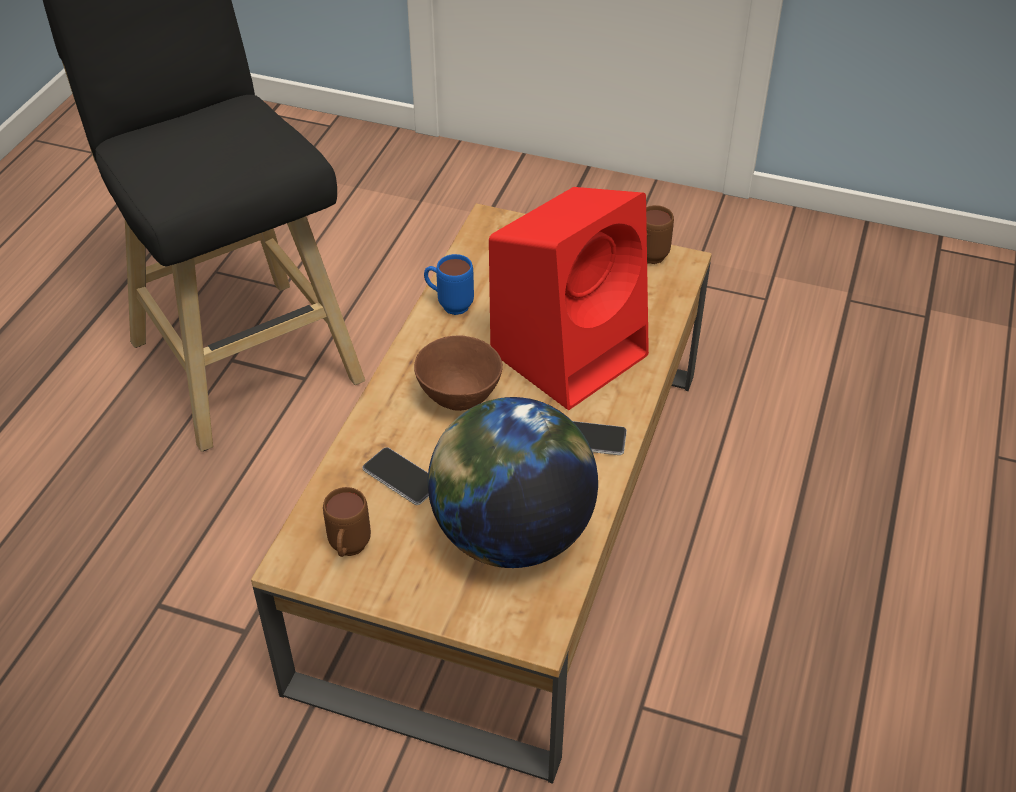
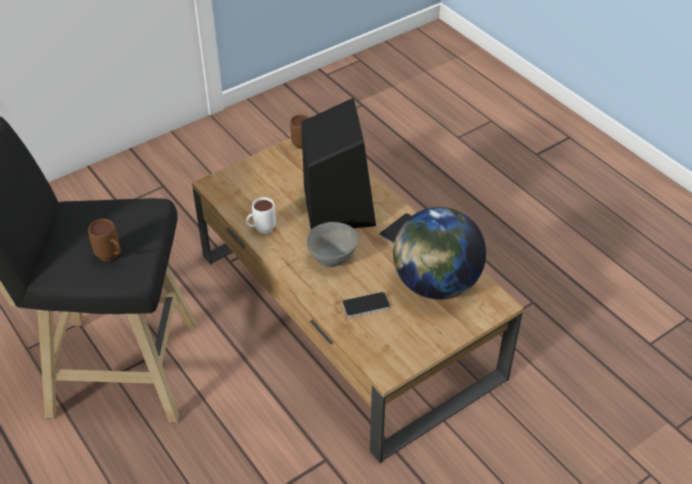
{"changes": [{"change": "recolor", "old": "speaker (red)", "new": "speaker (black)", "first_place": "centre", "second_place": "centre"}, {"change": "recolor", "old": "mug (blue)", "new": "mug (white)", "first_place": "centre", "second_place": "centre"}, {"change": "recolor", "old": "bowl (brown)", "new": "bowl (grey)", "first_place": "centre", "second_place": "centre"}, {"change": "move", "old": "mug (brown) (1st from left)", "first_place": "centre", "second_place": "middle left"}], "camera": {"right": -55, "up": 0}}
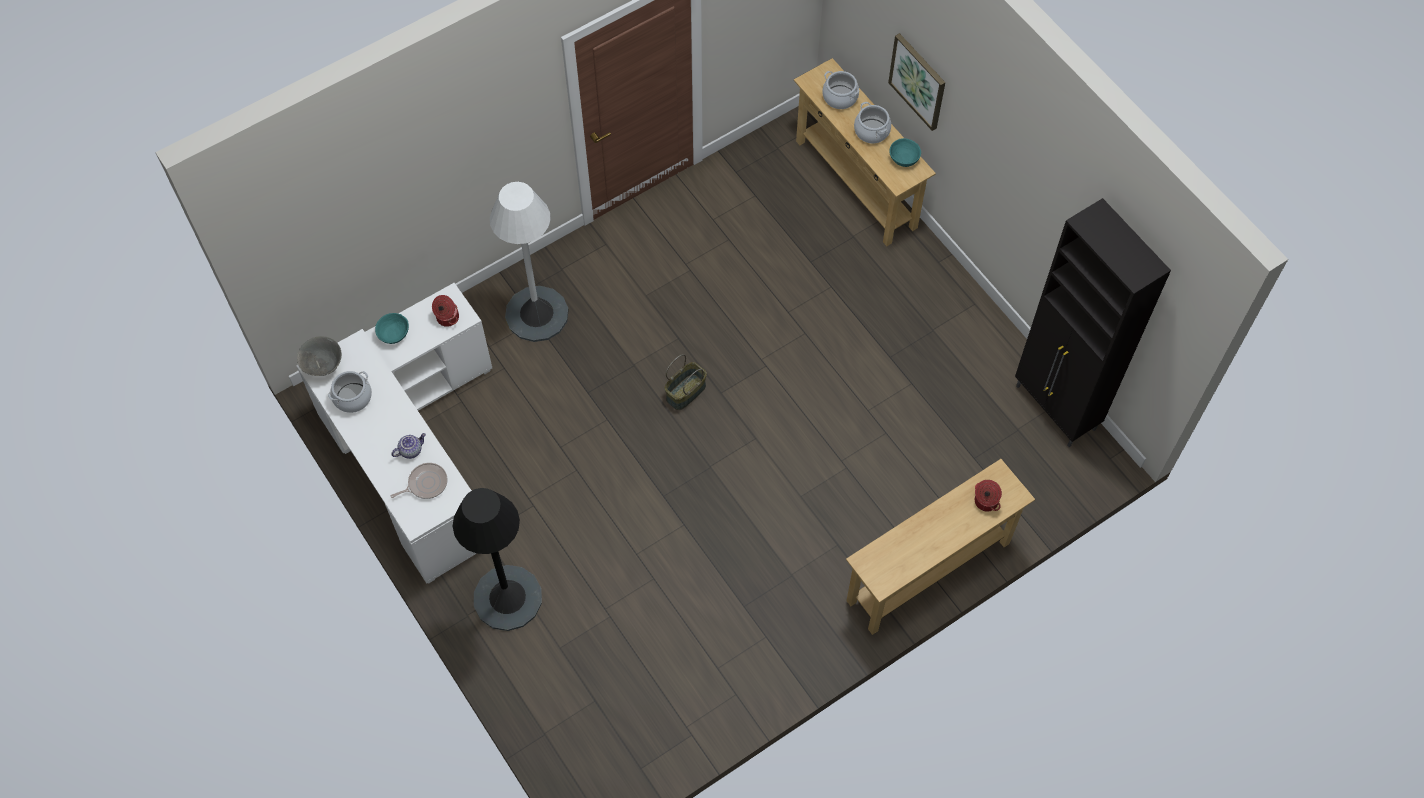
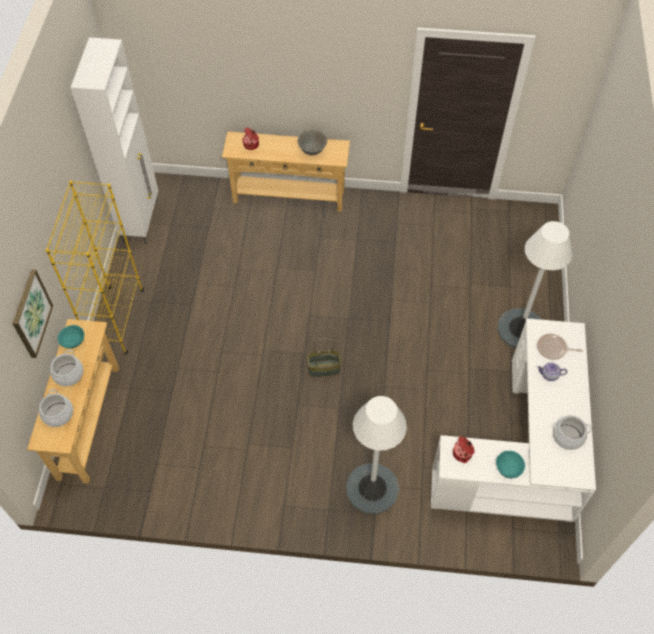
{"changes": [{"change": "recolor", "old": "cabinet (black)", "new": "cabinet (white)", "first_place": "middle right", "second_place": "top left"}, {"change": "move", "old": "bowl (grey)", "first_place": "middle left", "second_place": "top centre"}, {"change": "recolor", "old": "floor lamp (black)", "new": "floor lamp (white) (2nd from left)", "first_place": "bottom centre", "second_place": "middle right"}, {"change": "insert", "new": "bookcase (yellow)", "second_place": "middle left"}], "camera": {"right": -140, "up": -5}}
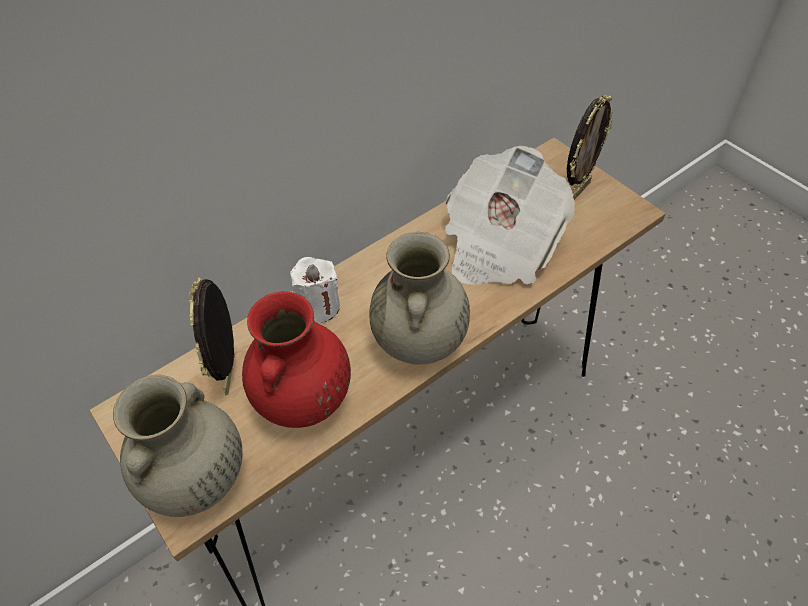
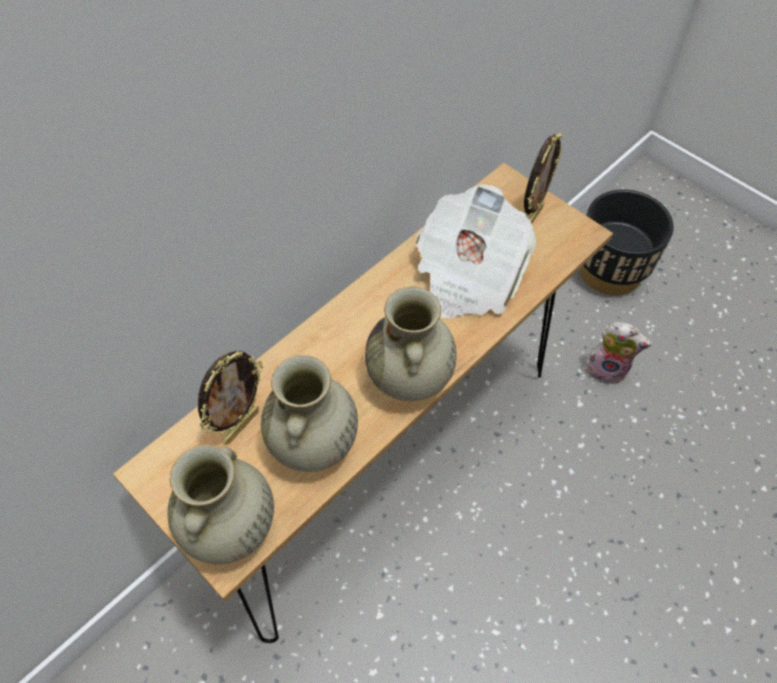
{"changes": [{"change": "delete", "old": "candle (white)", "first_place": "centre"}, {"change": "rotate", "old": "picture frame (1st from left)", "first_place": "middle left", "second_place": "middle left", "degrees": -135}, {"change": "recolor", "old": "vase (red)", "new": "vase (beige) (2nd from left)", "first_place": "centre", "second_place": "centre"}, {"change": "insert", "new": "planter (black)", "second_place": "middle right"}, {"change": "insert", "new": "plush toy", "second_place": "middle right"}], "camera": {"right": -10, "up": 5}}
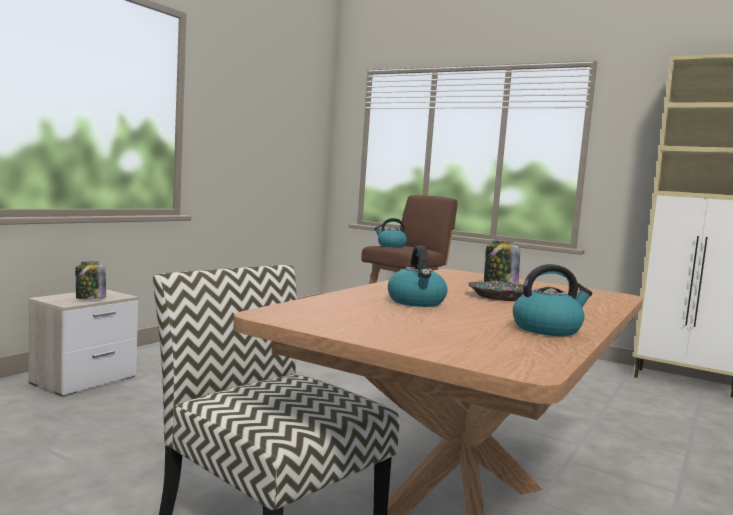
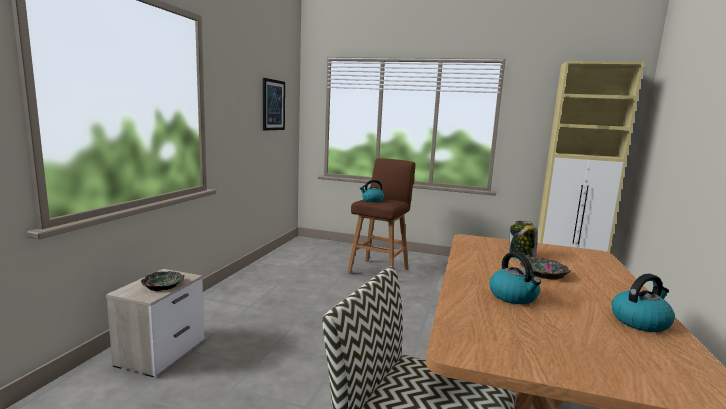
{"changes": [{"change": "replace", "old": "jar (1st from left)", "new": "bowl (1st from left)", "first_place": "middle left", "second_place": "bottom left"}, {"change": "insert", "new": "picture", "second_place": "top centre"}], "camera": {"right": -15, "up": 5}}
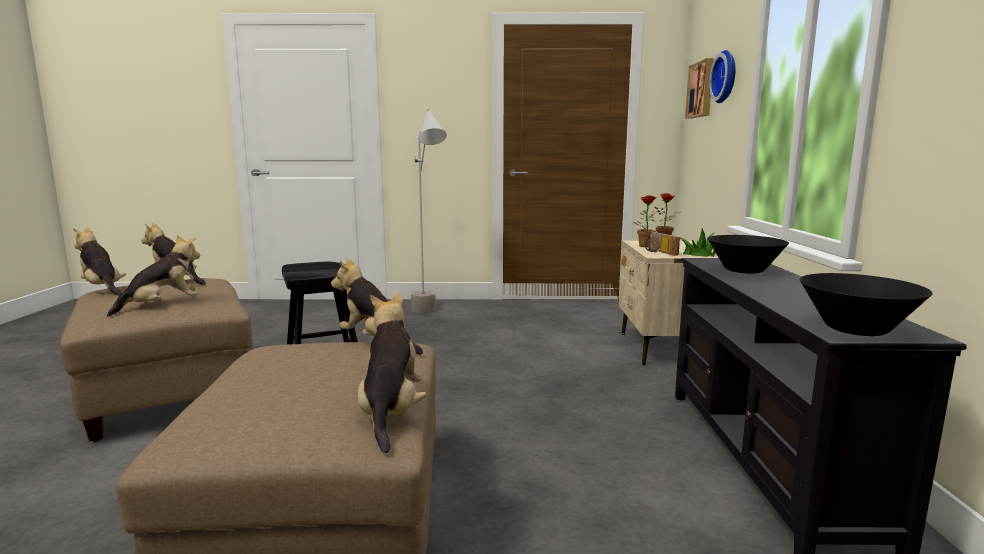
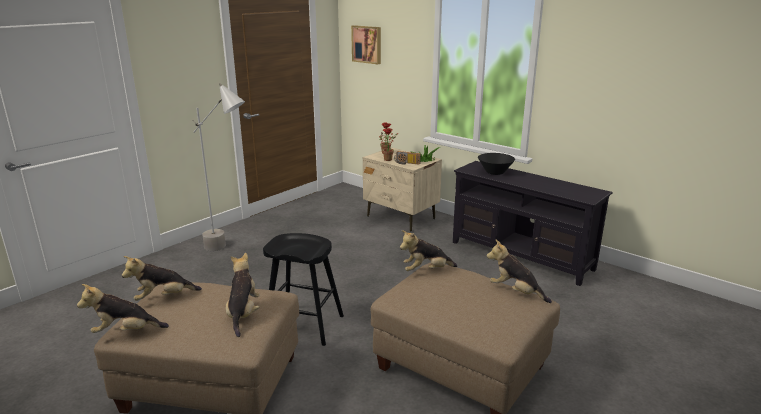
{"changes": [{"change": "delete", "old": "wall clock", "first_place": "top right"}, {"change": "delete", "old": "bowl (black) (2nd from left)", "first_place": "middle right"}], "camera": {"right": -50, "up": 10}}
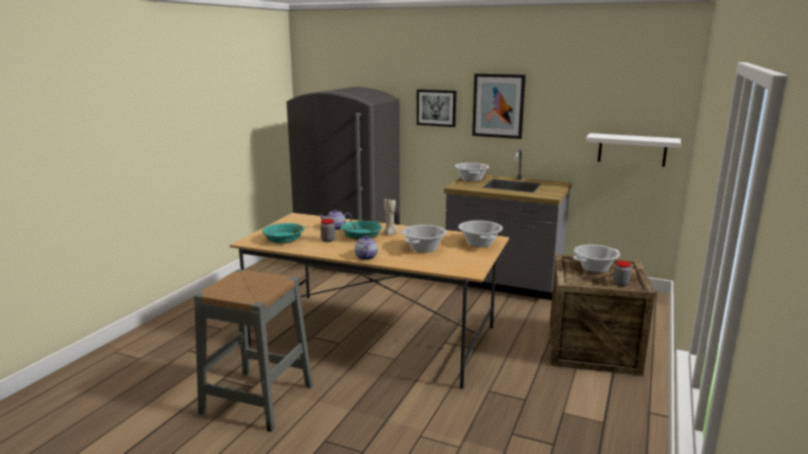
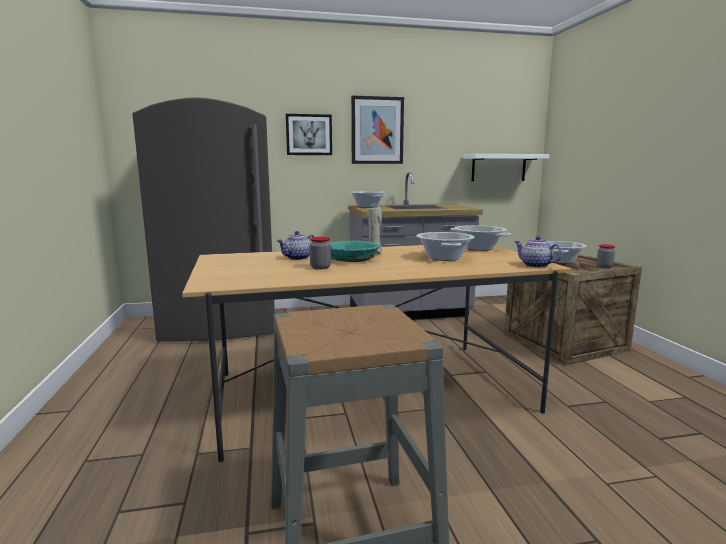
{"changes": [{"change": "delete", "old": "bowl (turquoise) (1st from left)", "first_place": "centre"}, {"change": "move", "old": "teapot (2nd from left)", "first_place": "centre", "second_place": "middle right"}], "camera": {"right": -35, "up": -5}}
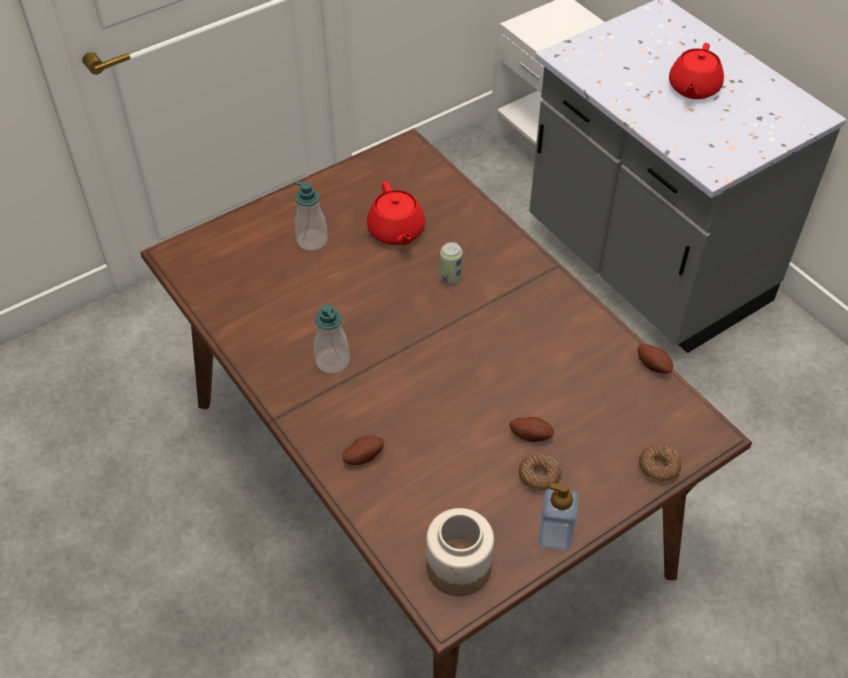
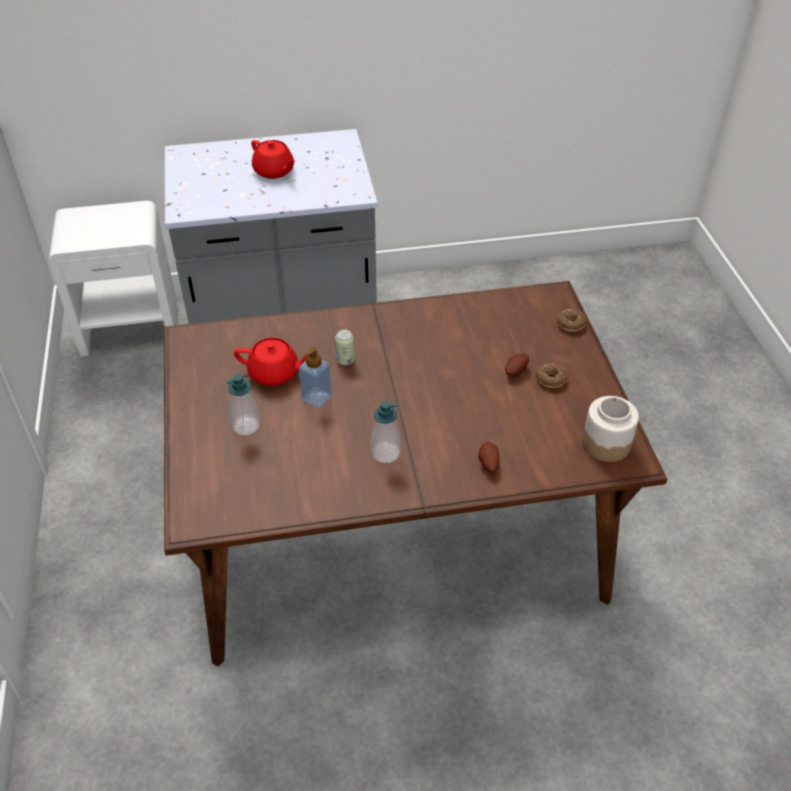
{"changes": [{"change": "delete", "old": "potato (3rd from left)", "first_place": "middle right"}, {"change": "move", "old": "soap dispenser (3rd from left in the first image)", "new": "soap dispenser (2nd from left)", "first_place": "bottom centre", "second_place": "centre"}], "camera": {"right": -65, "up": -5}}
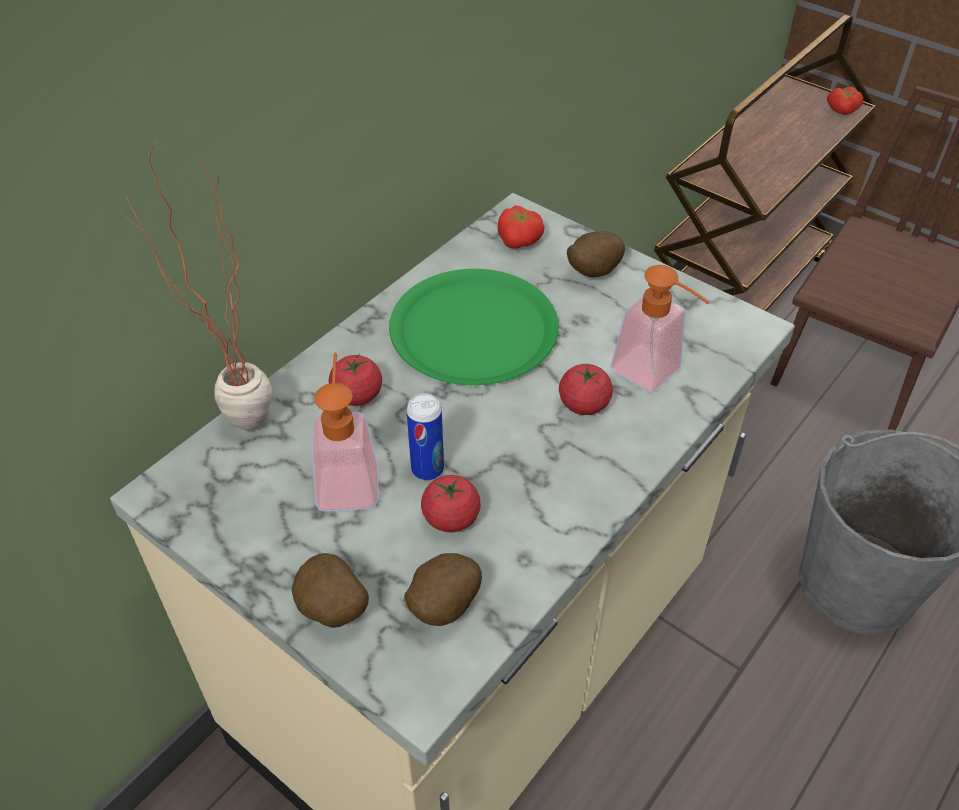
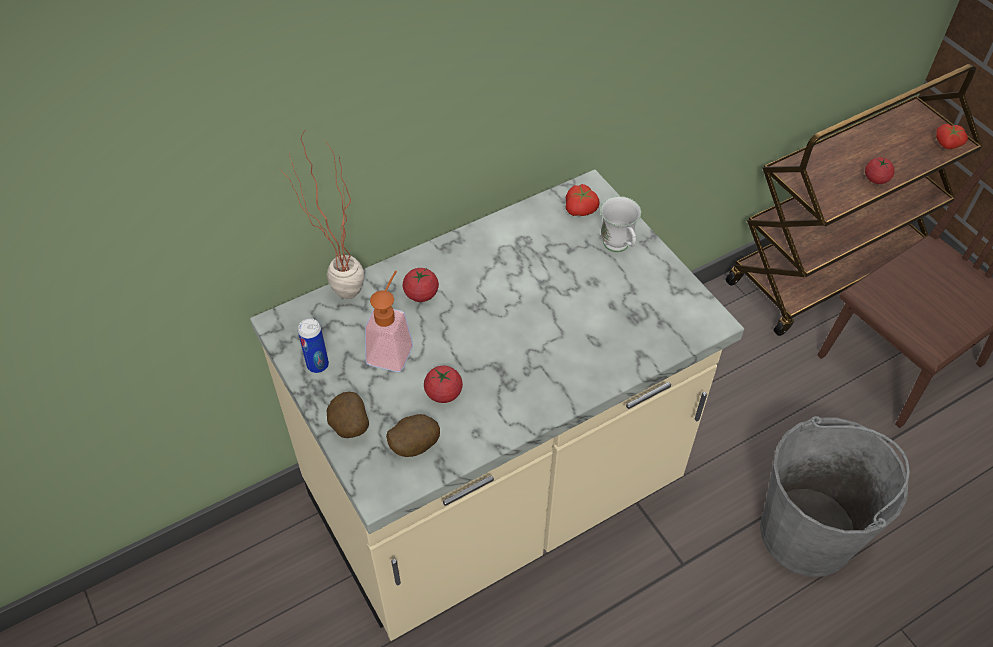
{"changes": [{"change": "replace", "old": "potato (3rd from left)", "new": "mug (white)", "first_place": "top centre", "second_place": "centre"}, {"change": "delete", "old": "soap dispenser (2nd from left)", "first_place": "middle right"}, {"change": "delete", "old": "plate (green)", "first_place": "centre"}, {"change": "move", "old": "tomato (4th from left)", "first_place": "centre", "second_place": "top right"}, {"change": "move", "old": "can", "first_place": "centre", "second_place": "middle left"}], "camera": {"right": 20, "up": 5}}
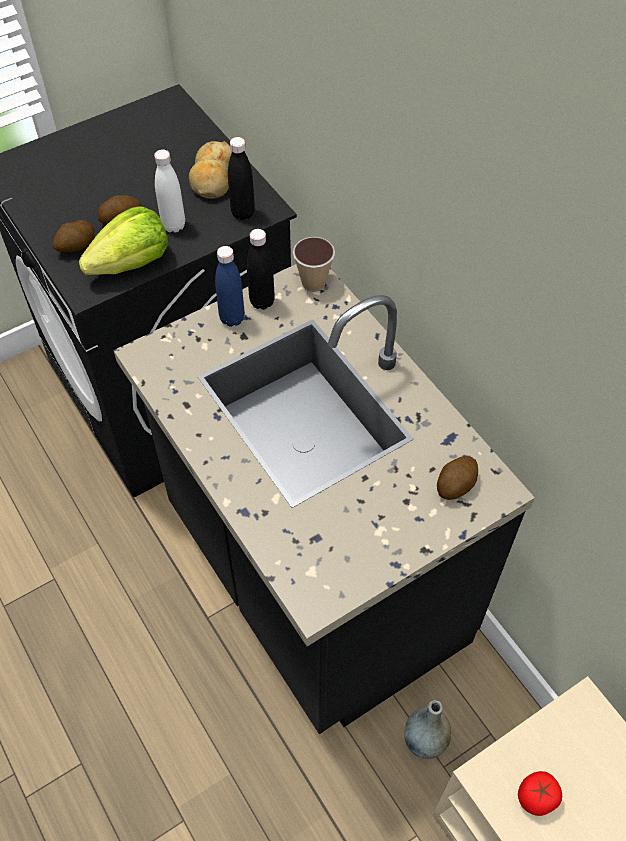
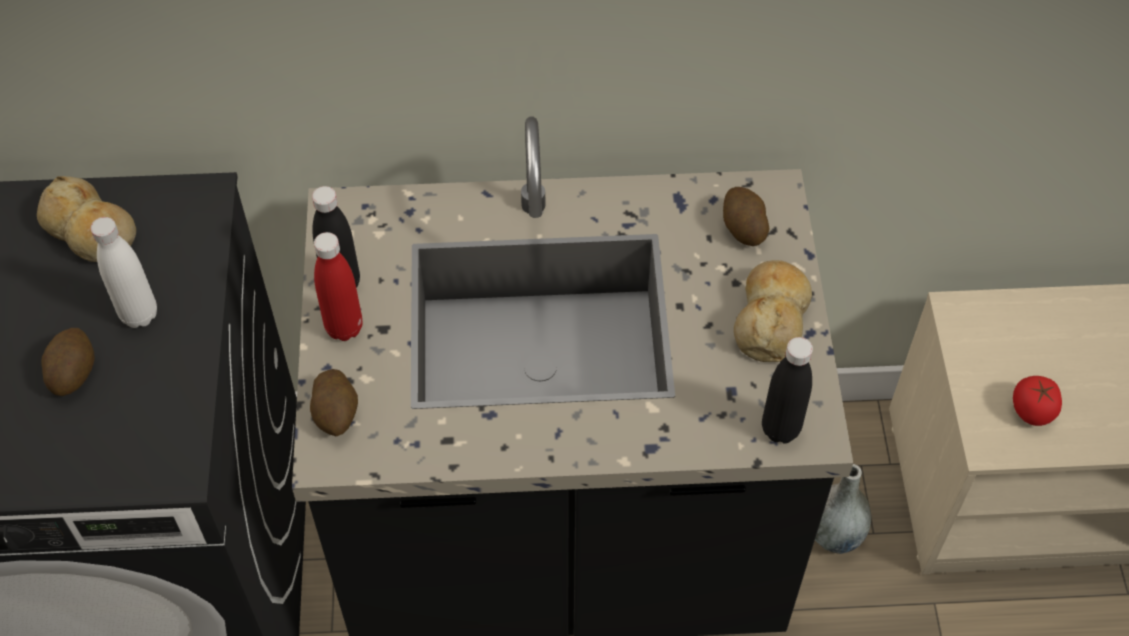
{"changes": [{"change": "move", "old": "bottle (black) (1st from left in the first image)", "new": "bottle (black) (2nd from left)", "first_place": "top centre", "second_place": "middle right"}, {"change": "delete", "old": "lettuce", "first_place": "top left"}, {"change": "move", "old": "potato (1st from left in the first image)", "new": "potato (2nd from left)", "first_place": "top left", "second_place": "middle left"}, {"change": "delete", "old": "cup", "first_place": "top centre"}, {"change": "recolor", "old": "bottle (blue)", "new": "bottle (red)", "first_place": "centre", "second_place": "middle left"}, {"change": "insert", "new": "bread (2nd from left)", "second_place": "middle right"}], "camera": {"right": -60, "up": 0}}
